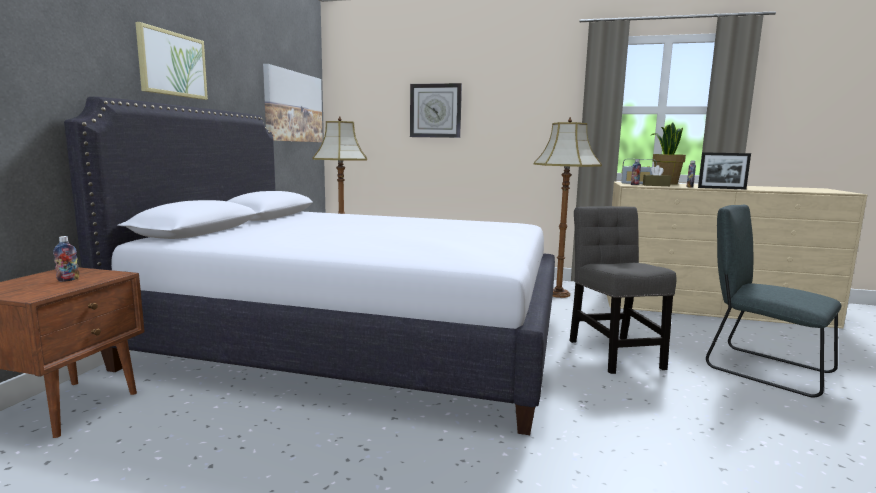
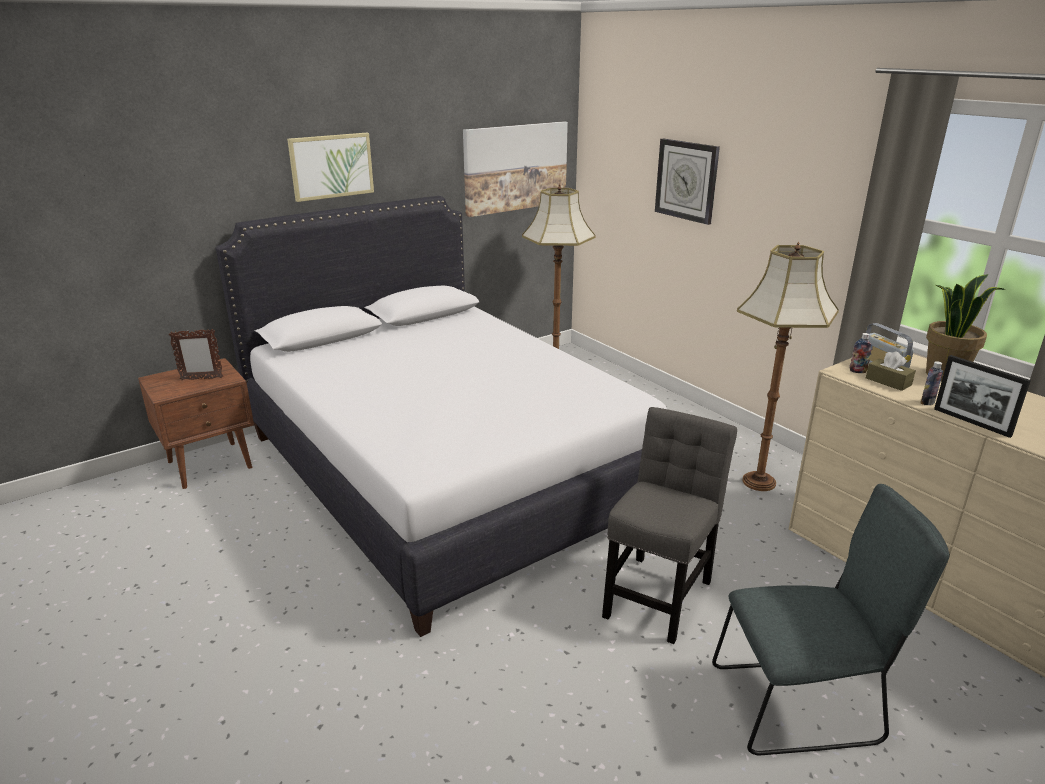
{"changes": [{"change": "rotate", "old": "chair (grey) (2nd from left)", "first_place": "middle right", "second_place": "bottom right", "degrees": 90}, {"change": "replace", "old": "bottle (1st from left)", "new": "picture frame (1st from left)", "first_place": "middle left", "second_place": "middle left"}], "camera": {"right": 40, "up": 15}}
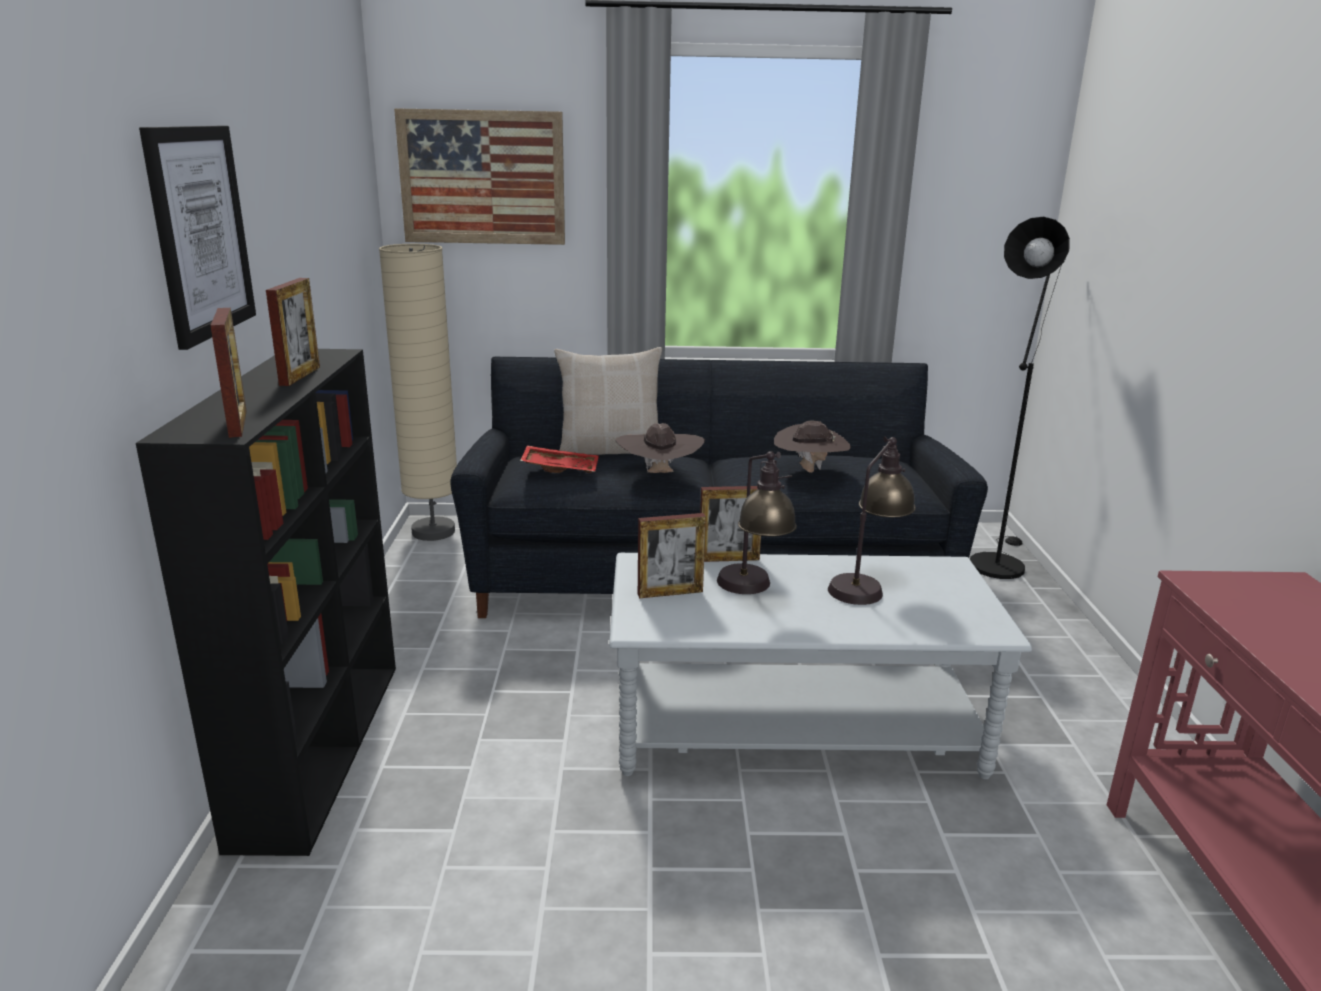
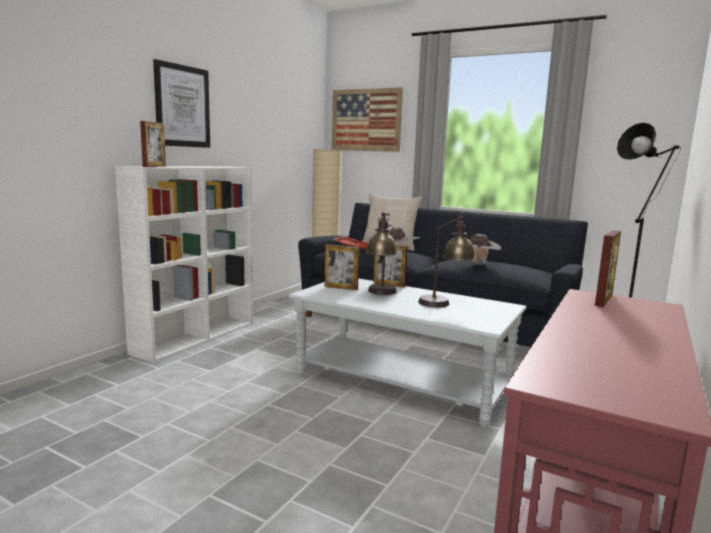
{"changes": [{"change": "move", "old": "picture frame (2nd from left in the first image)", "new": "picture frame (4th from left)", "first_place": "middle left", "second_place": "middle right"}, {"change": "recolor", "old": "bookcase (black)", "new": "bookcase (white)", "first_place": "middle left", "second_place": "middle left"}], "camera": {"right": 30, "up": -10}}
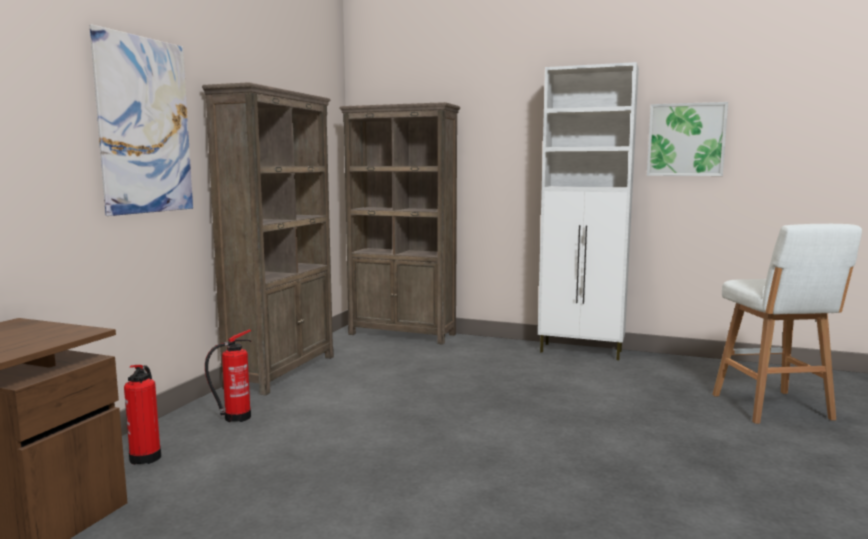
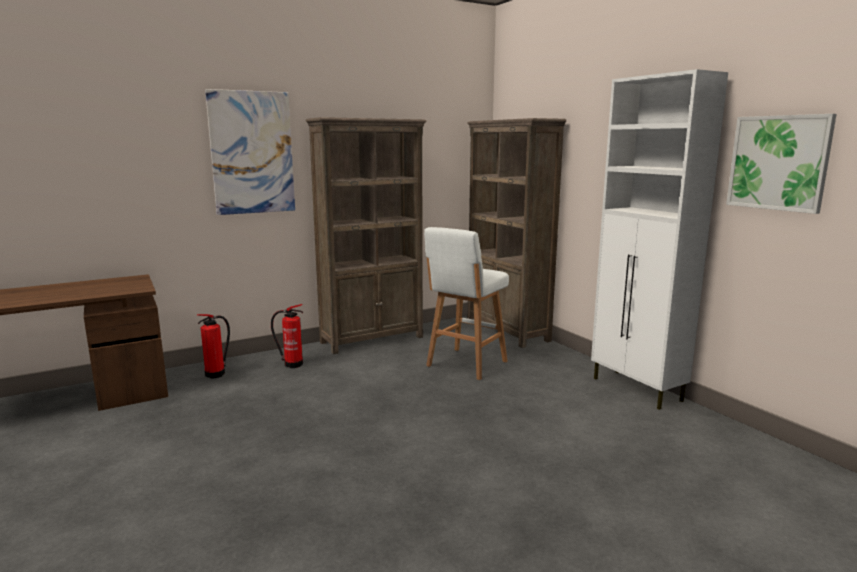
{"changes": [{"change": "move", "old": "stool (white)", "first_place": "middle right", "second_place": "centre"}], "camera": {"right": 40, "up": 5}}
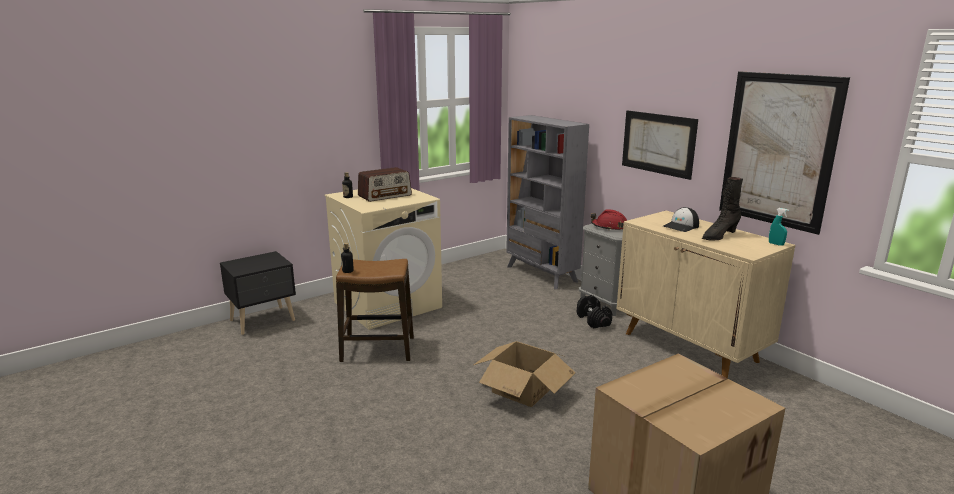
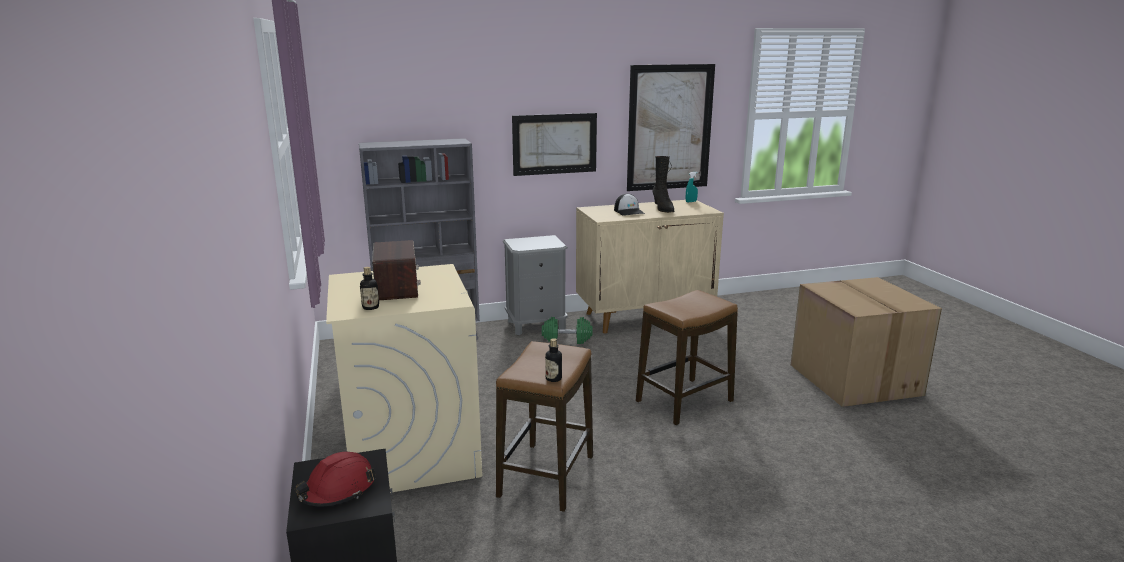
{"changes": [{"change": "move", "old": "hard hat (red)", "first_place": "centre", "second_place": "bottom left"}, {"change": "recolor", "old": "dumbbell (black)", "new": "dumbbell (green)", "first_place": "centre", "second_place": "centre"}, {"change": "replace", "old": "cardboard box (1st from left)", "new": "stool (2nd from left)", "first_place": "bottom centre", "second_place": "centre"}], "camera": {"right": -70, "up": 0}}
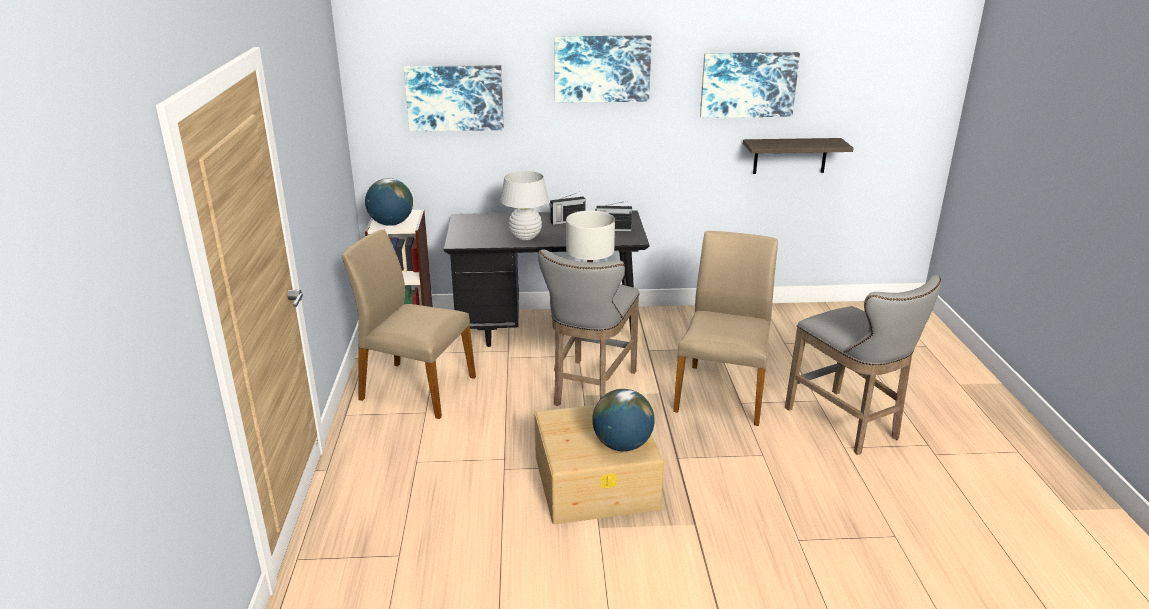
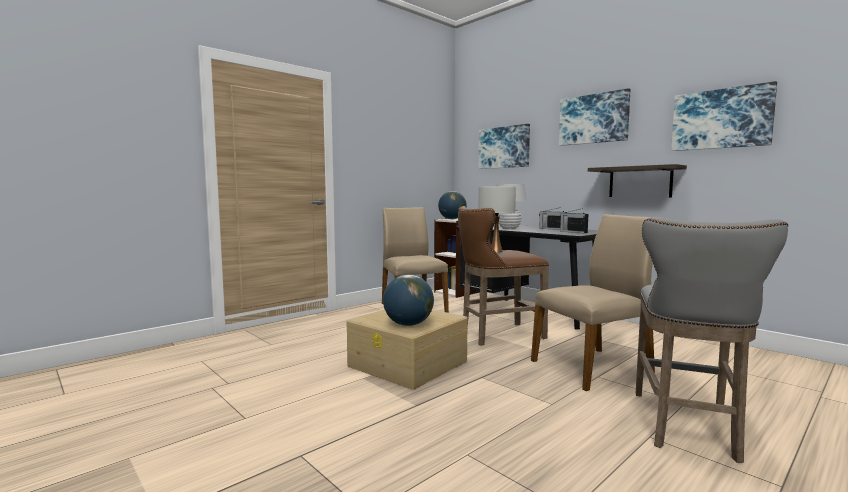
{"changes": [{"change": "move", "old": "shelf", "first_place": "top right", "second_place": "middle right"}, {"change": "recolor", "old": "stool (grey) (1st from left)", "new": "stool (brown)", "first_place": "centre", "second_place": "centre"}], "camera": {"right": 50, "up": -20}}
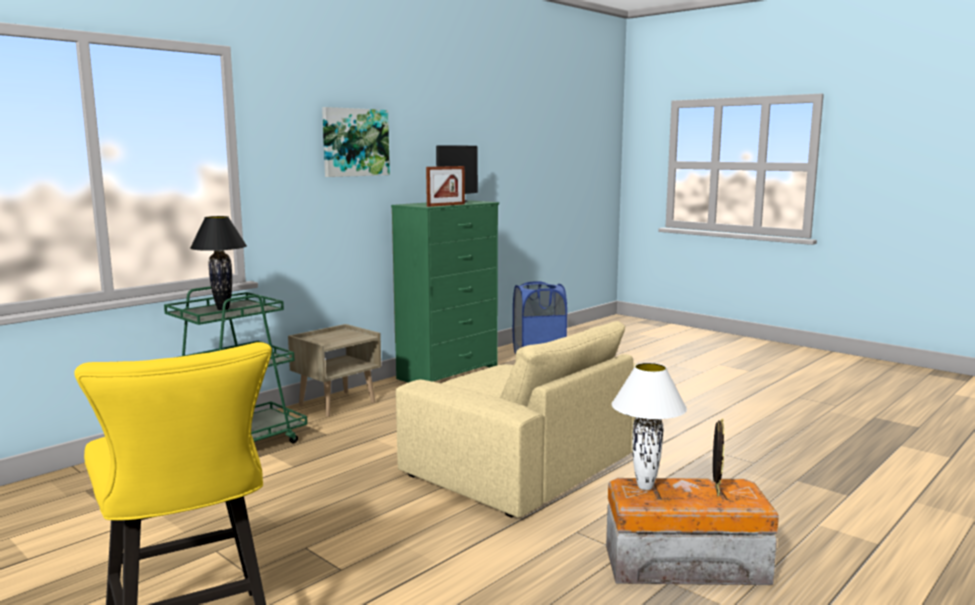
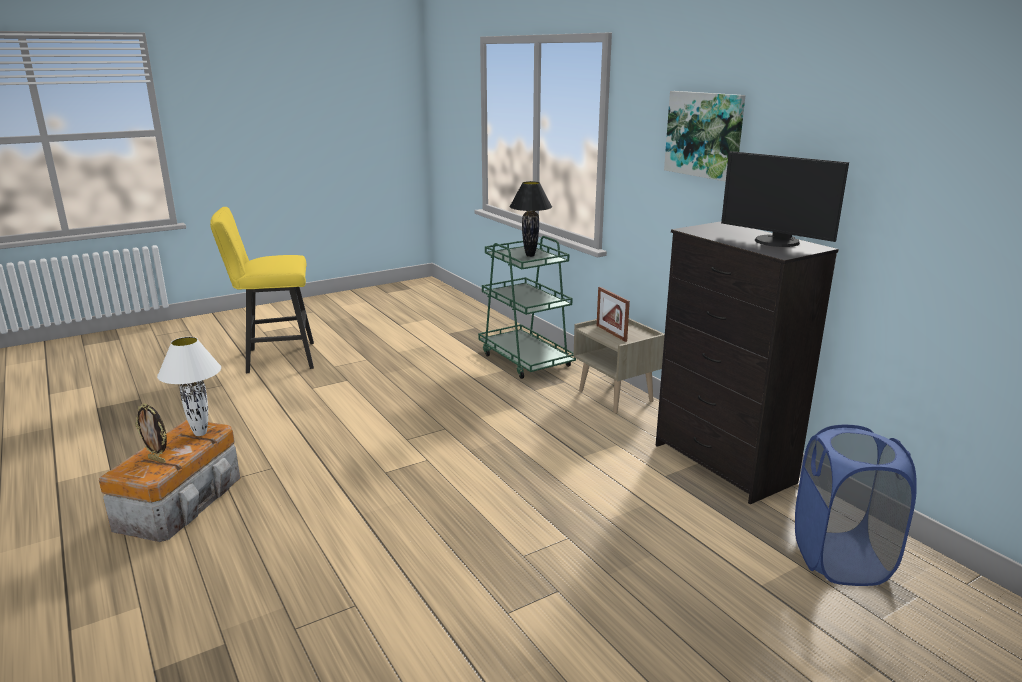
{"changes": [{"change": "move", "old": "picture frame (1st from left in the first image)", "new": "picture frame (2nd from left)", "first_place": "top centre", "second_place": "centre"}, {"change": "recolor", "old": "dresser (green)", "new": "dresser (black)", "first_place": "centre", "second_place": "middle right"}, {"change": "delete", "old": "armchair (beige)", "first_place": "bottom centre"}], "camera": {"right": 105, "up": 10}}
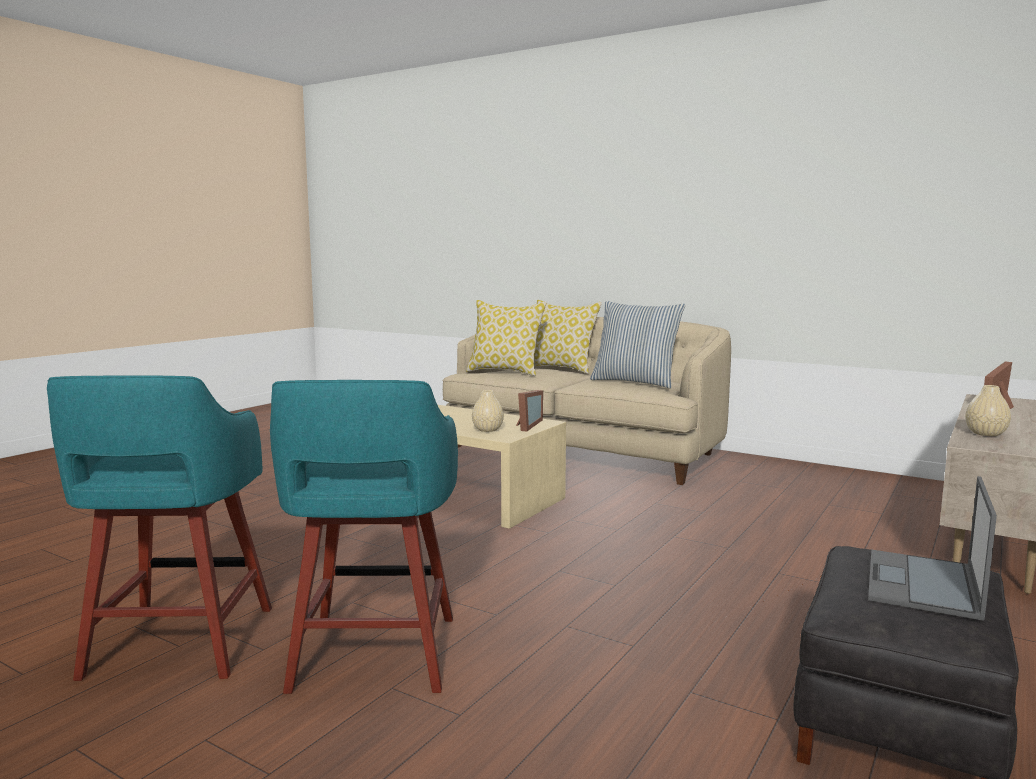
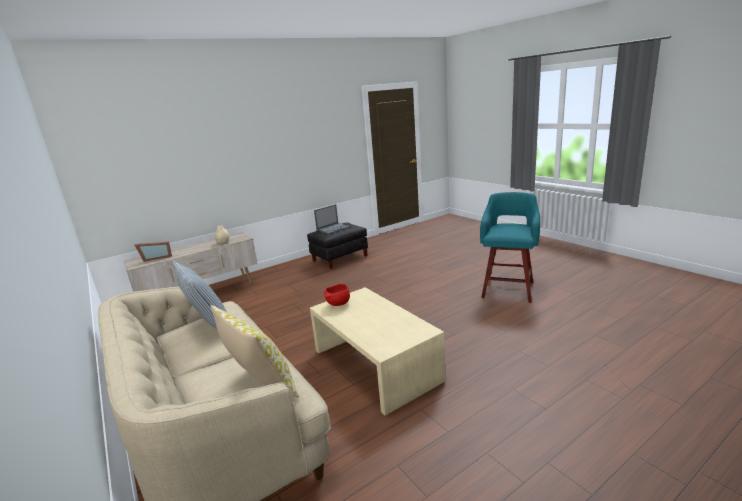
{"changes": [{"change": "delete", "old": "pillow (2nd from left)", "first_place": "centre"}, {"change": "delete", "old": "stool (turquoise) (2nd from left)", "first_place": "bottom centre"}, {"change": "delete", "old": "vase (beige) (1st from left)", "first_place": "centre"}, {"change": "replace", "old": "picture frame (1st from left)", "new": "bowl (red)", "first_place": "centre", "second_place": "centre"}], "camera": {"right": -155, "up": 10}}
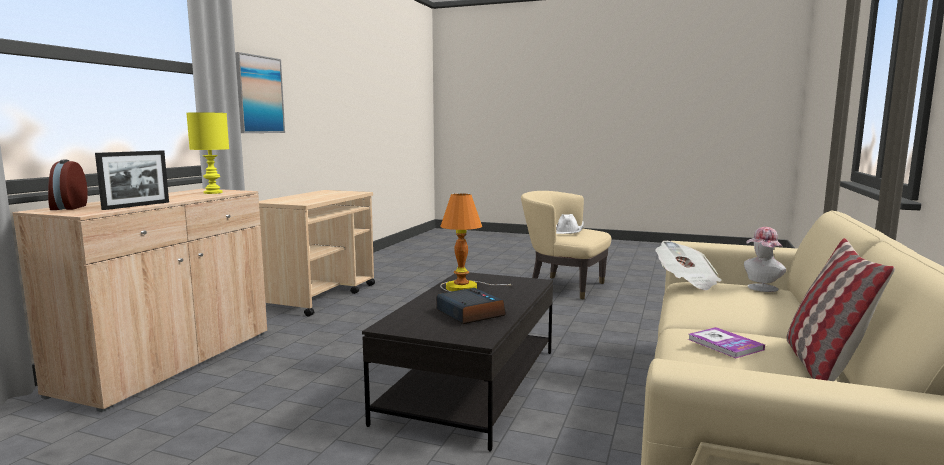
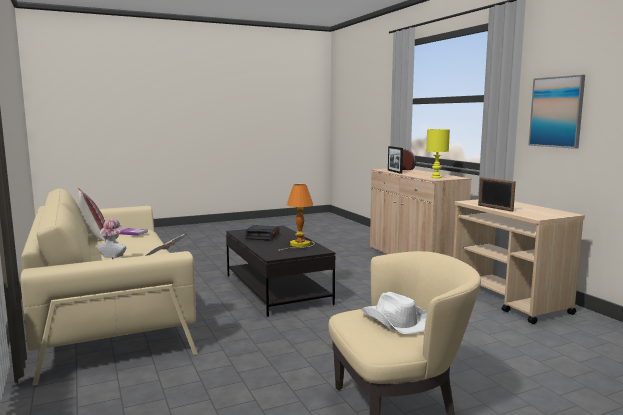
{"changes": [{"change": "insert", "new": "picture frame (2nd from left)", "second_place": "middle right"}], "camera": {"right": 135, "up": 0}}
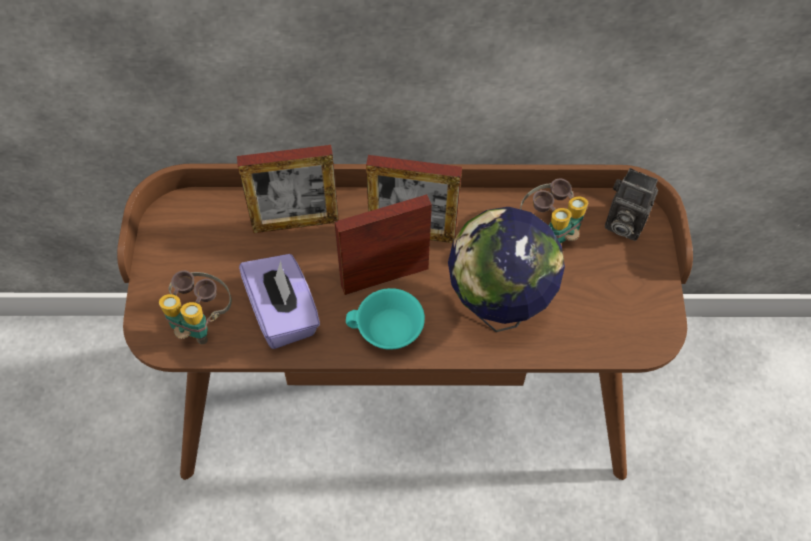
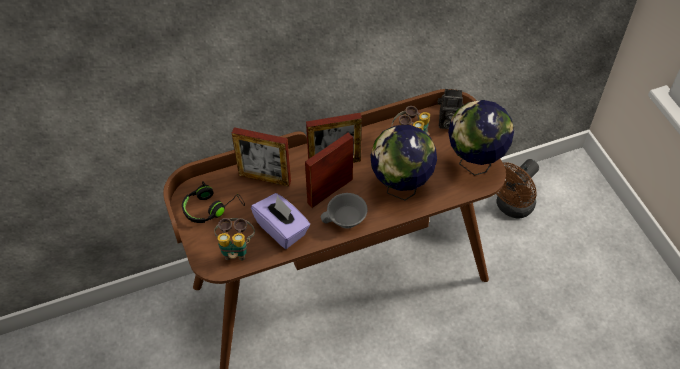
{"changes": [{"change": "rotate", "old": "picture frame (1st from left)", "first_place": "centre", "second_place": "centre", "degrees": 45}, {"change": "recolor", "old": "cup (turquoise)", "new": "cup (grey)", "first_place": "centre", "second_place": "centre"}, {"change": "insert", "new": "globe (2nd from left)", "second_place": "middle right"}, {"change": "insert", "new": "fan (brown)", "second_place": "middle right"}, {"change": "insert", "new": "headphones (black)", "second_place": "middle left"}], "camera": {"right": -20, "up": -5}}
